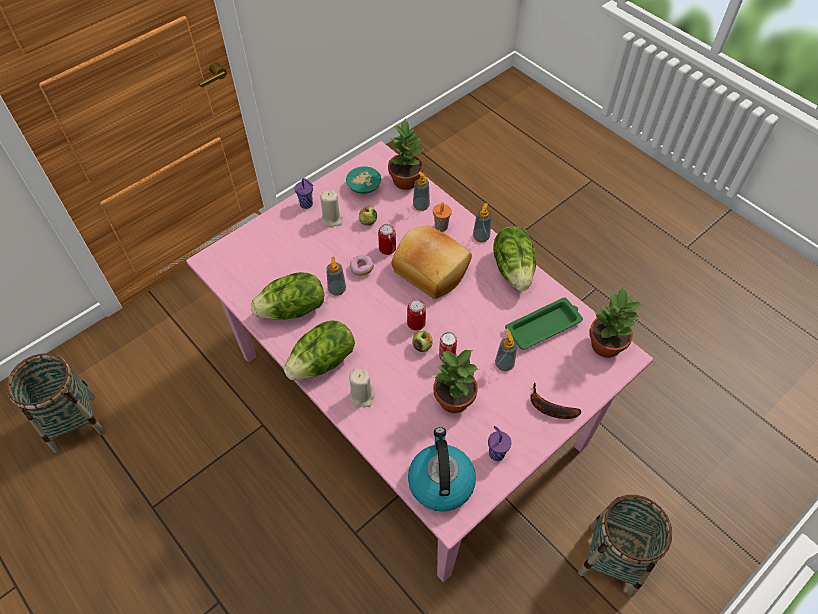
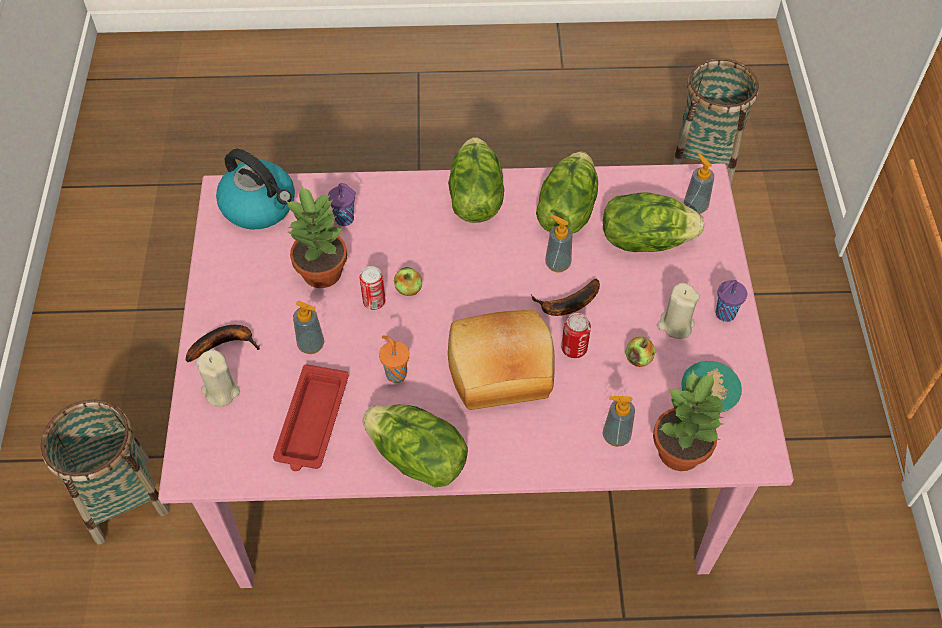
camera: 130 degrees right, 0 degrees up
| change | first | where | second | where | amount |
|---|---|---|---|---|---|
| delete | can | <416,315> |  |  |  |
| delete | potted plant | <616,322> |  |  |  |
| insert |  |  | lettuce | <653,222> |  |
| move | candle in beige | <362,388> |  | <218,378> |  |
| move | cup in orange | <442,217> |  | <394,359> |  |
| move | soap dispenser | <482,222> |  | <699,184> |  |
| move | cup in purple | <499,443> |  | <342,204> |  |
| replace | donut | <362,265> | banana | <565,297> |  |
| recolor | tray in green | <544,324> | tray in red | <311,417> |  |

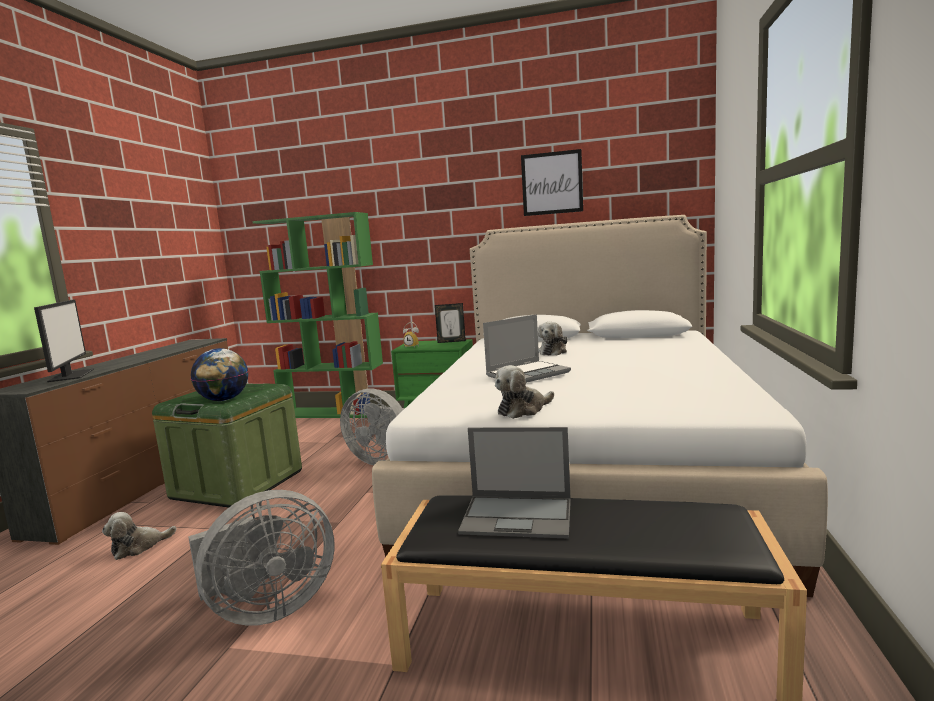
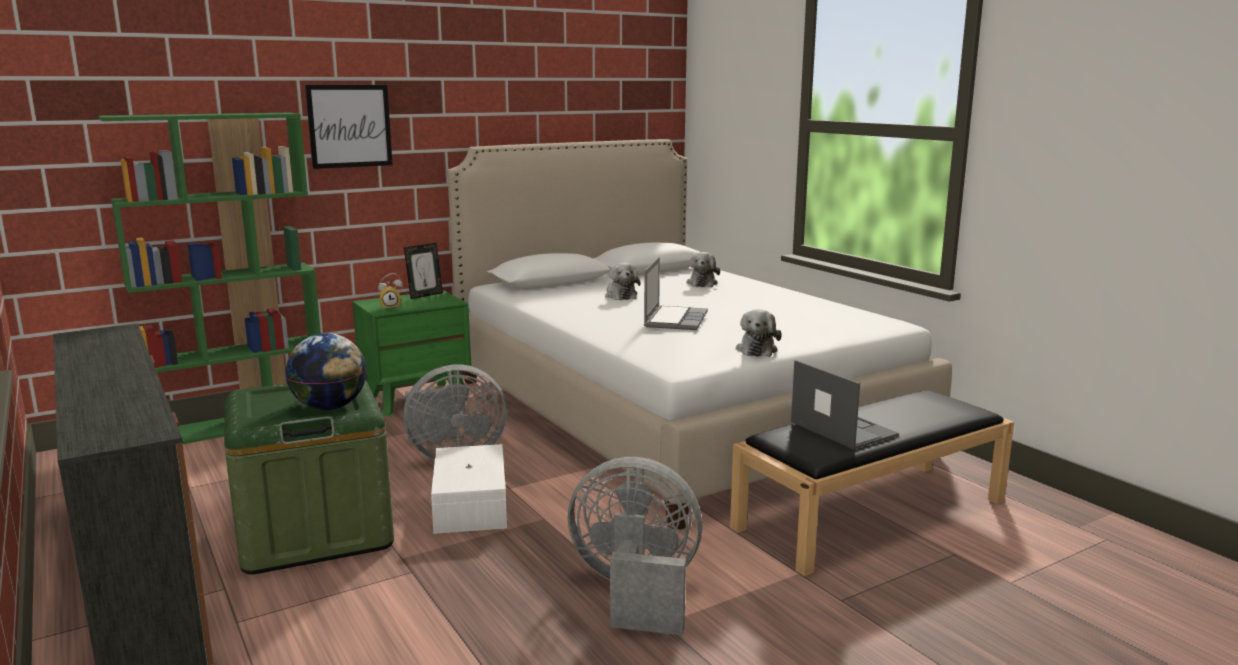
camera: 45 degrees left, 5 degrees up
| change | first | where | second | where | amount |
|---|---|---|---|---|---|
| delete | monitor | <64,340> |  |  |  |
| insert |  |  | storage box in white | <469,489> |  |
| move | plush toy | <139,536> |  | <703,269> |  |
| move | picture | <552,182> |  | <349,127> |  |
| rotate | fan in grey | <261,558> |  | <635,546> | 90 degrees counterclockwise |
| rotate | laptop | <514,483> |  | <845,405> | 90 degrees counterclockwise |

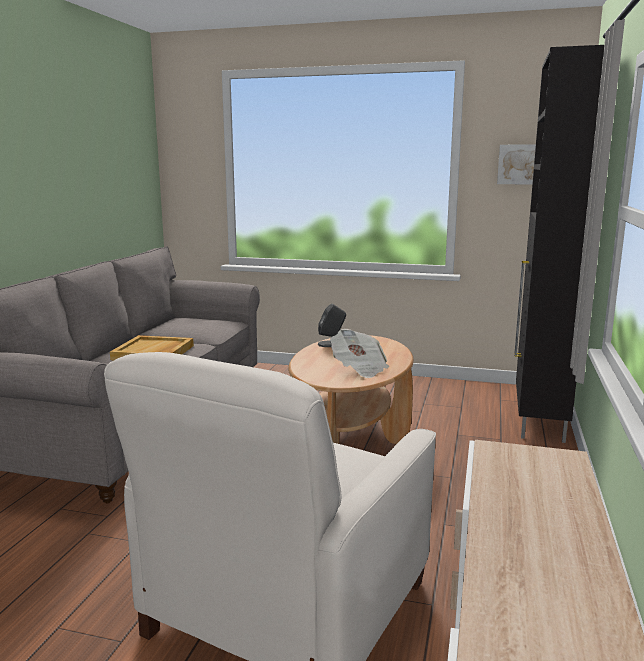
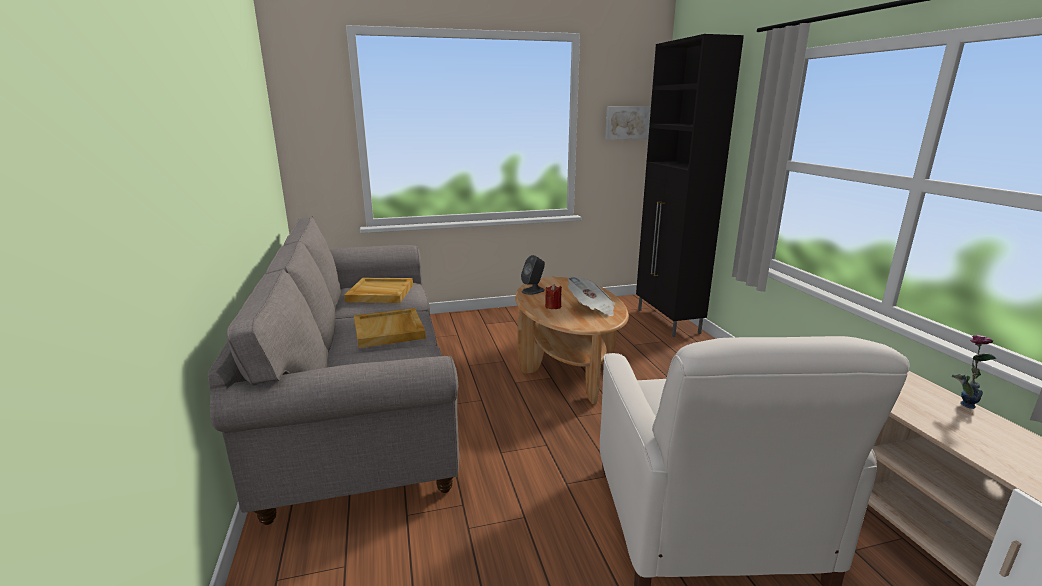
camera: 30 degrees left, 5 degrees up
| change | first | where | second | where | amount |
|---|---|---|---|---|---|
| insert |  |  | tray in beige | <378,290> |  |
| insert |  |  | candle in red | <553,296> |  |
| insert |  |  | vase | <974,372> |  |

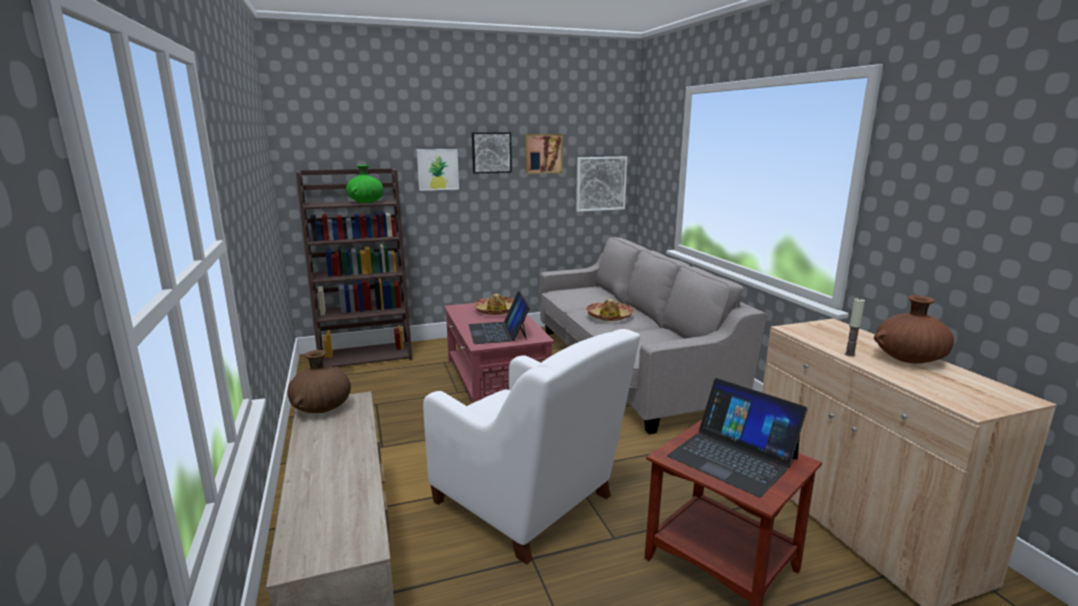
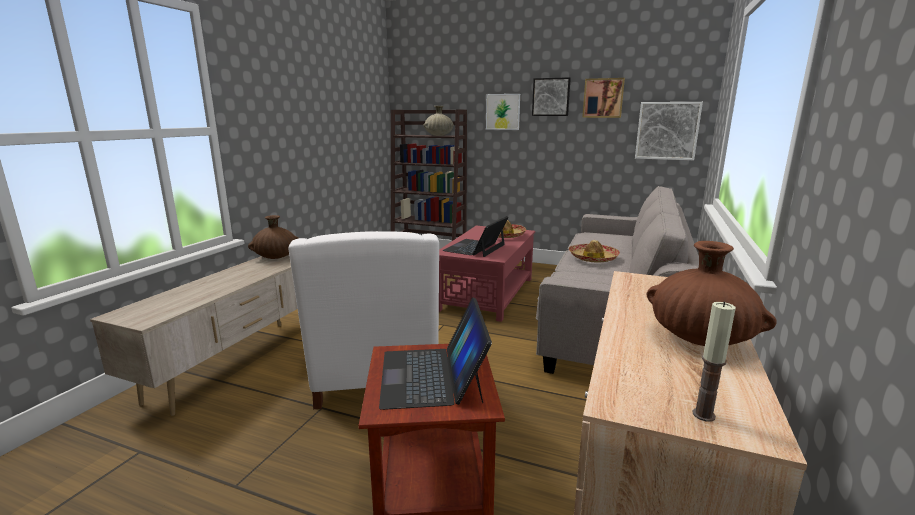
camera: 40 degrees right, 0 degrees up
| change | first | where | second | where | amount |
|---|---|---|---|---|---|
| move | candle | <854,327> |  | <714,362> |  |
| recolor | vase in green | <365,184> | vase in beige | <439,121> |  |

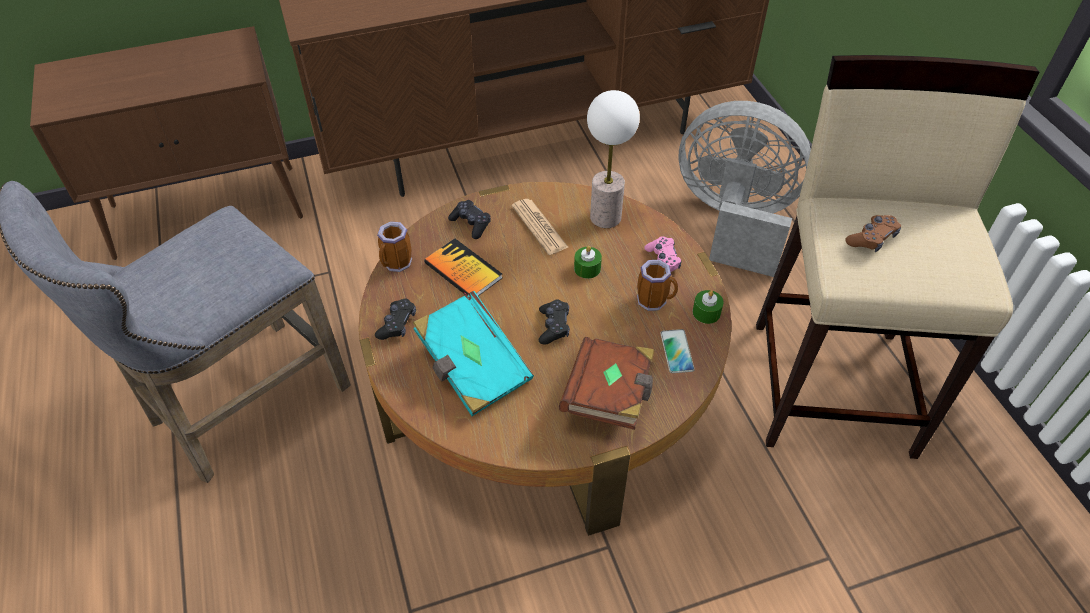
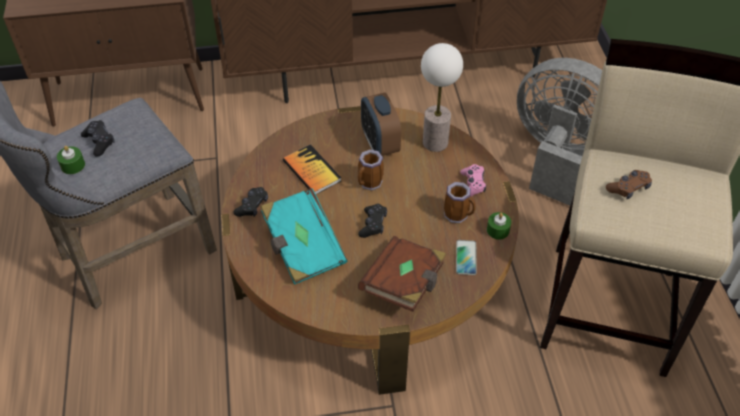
camera: 10 degrees right, 0 degrees up
| change | first | where | second | where | amount |
|---|---|---|---|---|---|
| move | mug | <394,246> |  | <371,170> |  |
| move | game controller in black | <469,219> |  | <98,138> |  |
| move | candle in green | <588,262> |  | <71,160> |  |
| replace | newspaper | <540,227> | alarm clock | <381,124> |  |

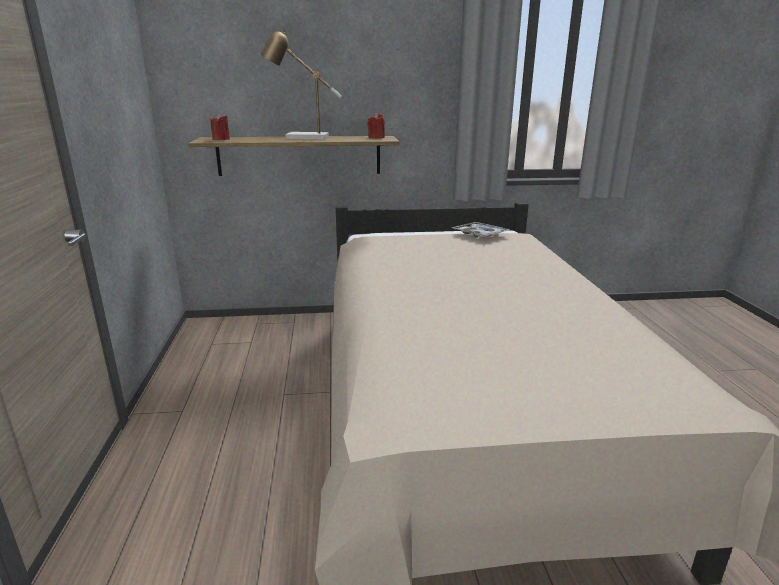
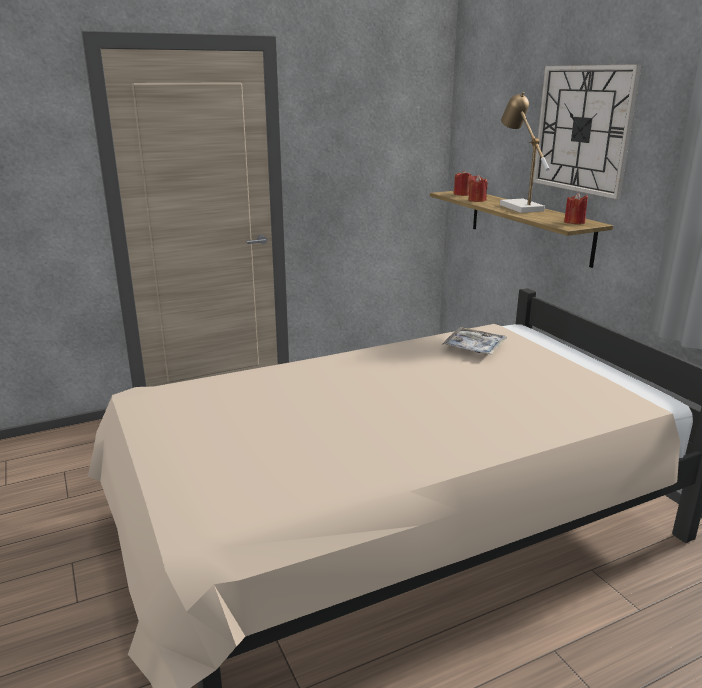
camera: 70 degrees right, 0 degrees up
| change | first | where | second | where | amount |
|---|---|---|---|---|---|
| insert |  |  | candle in red | <478,188> |  |
| insert |  |  | wall clock | <587,131> |  |
| move | tray | <481,229> |  | <474,341> |  |

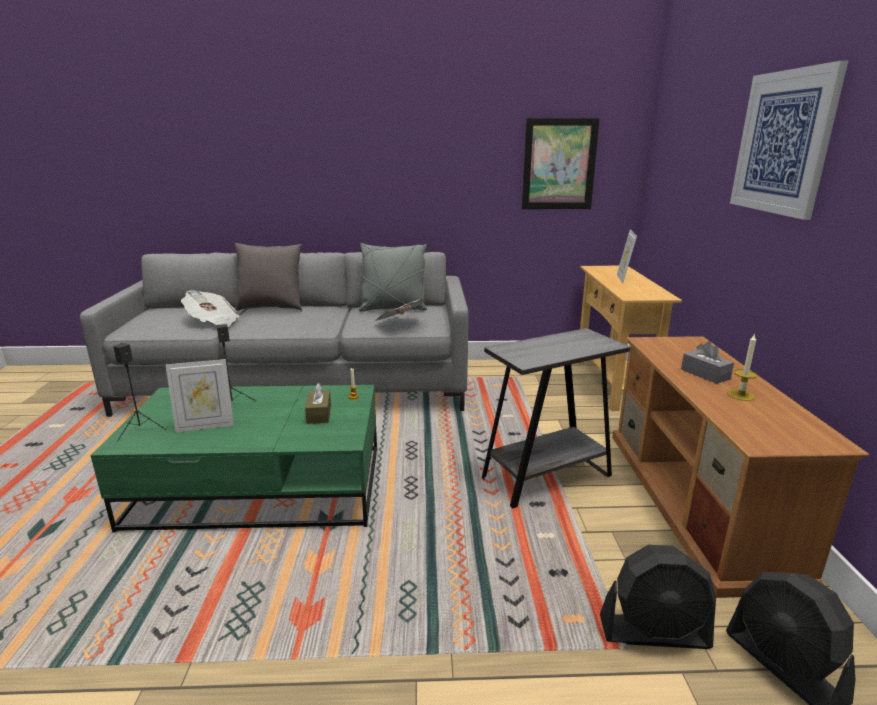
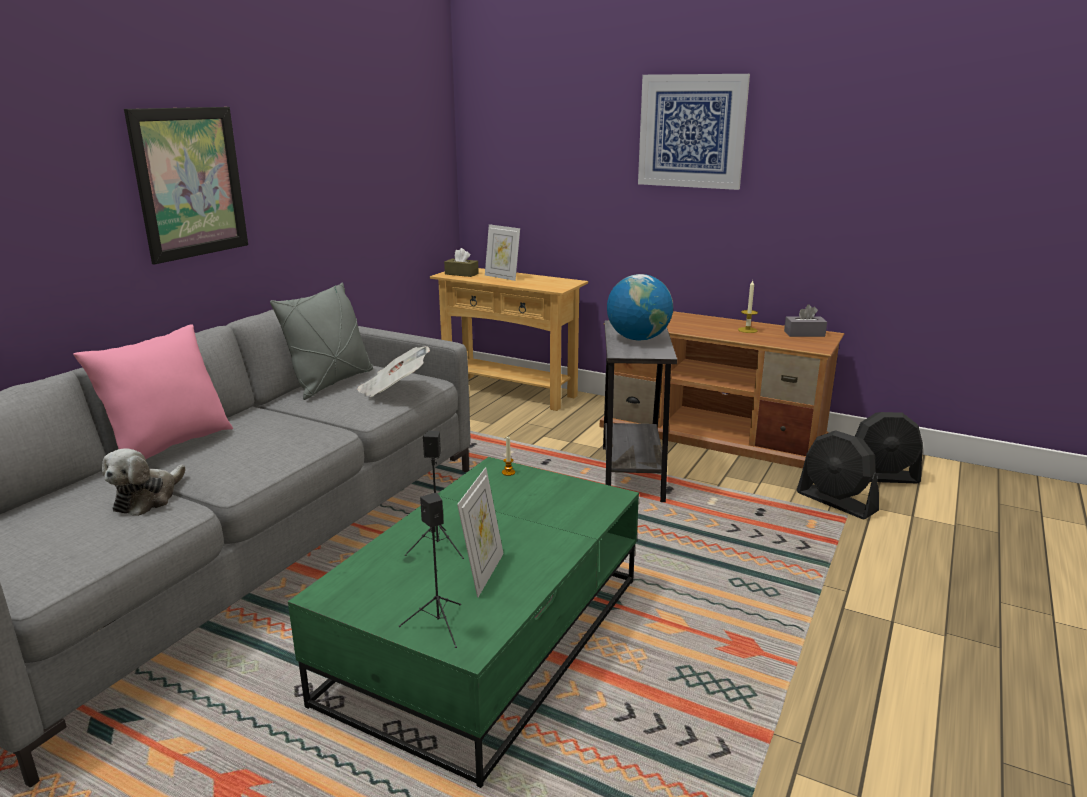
camera: 60 degrees left, 0 degrees up
| change | first | where | second | where | amount |
|---|---|---|---|---|---|
| insert |  |  | globe | <640,307> |  |
| move | tissue box in brown | <318,403> |  | <461,262> |  |
| move | picture | <561,163> |  | <186,185> |  |
| move | tissue box in grey | <707,362> |  | <805,320> |  |
| replace | newspaper | <210,308> | plush toy | <144,482> |  |
| recolor | pillow in grey | <268,277> | pillow in pink | <153,391> |  |
| rotate | fan in black | <658,597> |  | <838,474> | 105 degrees clockwise |

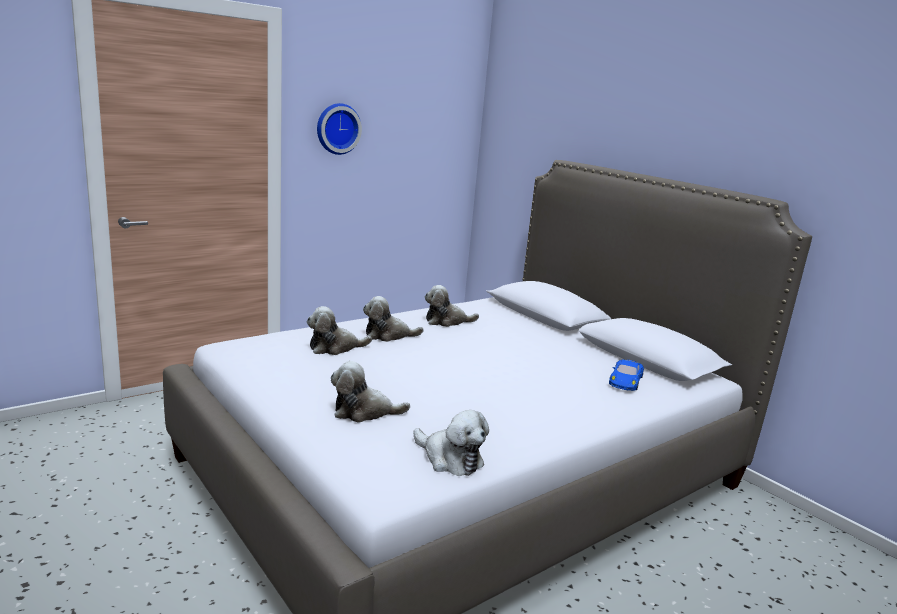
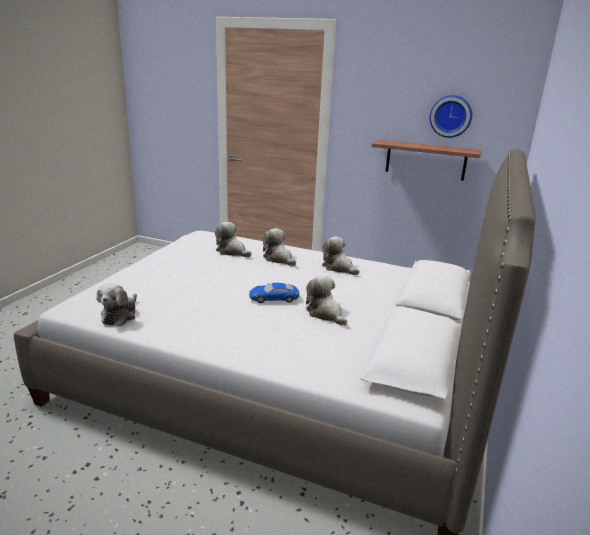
camera: 60 degrees right, 5 degrees up
| change | first | where | second | where | amount |
|---|---|---|---|---|---|
| insert |  |  | shelf | <427,160> |  |
| move | wall clock | <339,129> |  | <451,116> |  |
| move | plush toy | <370,392> |  | <326,300> |  |
| move | toy car in blue | <626,375> |  | <274,293> |  |

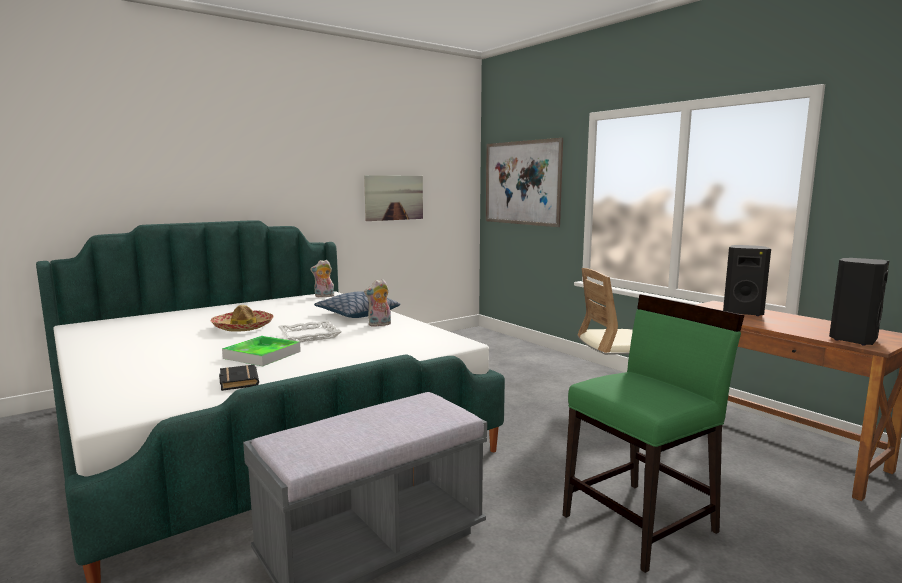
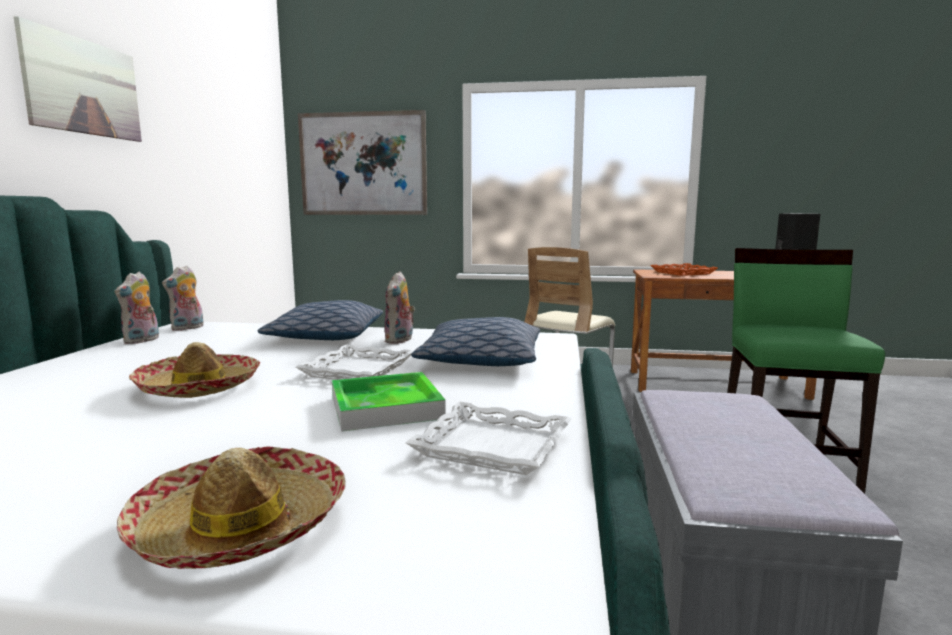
camera: 45 degrees left, 0 degrees up
| change | first | where | second | where | amount |
|---|---|---|---|---|---|
| insert |  |  | plush toy | <137,308> |  |
| insert |  |  | hat | <231,508> |  |
| insert |  |  | pillow | <475,341> |  |
| move | picture | <393,198> |  | <78,79> |  |
| replace | book in black | <239,378> | tray in white | <488,438> |  |
| replace | speaker in black | <747,280> | tray in orange | <684,269> |  |

